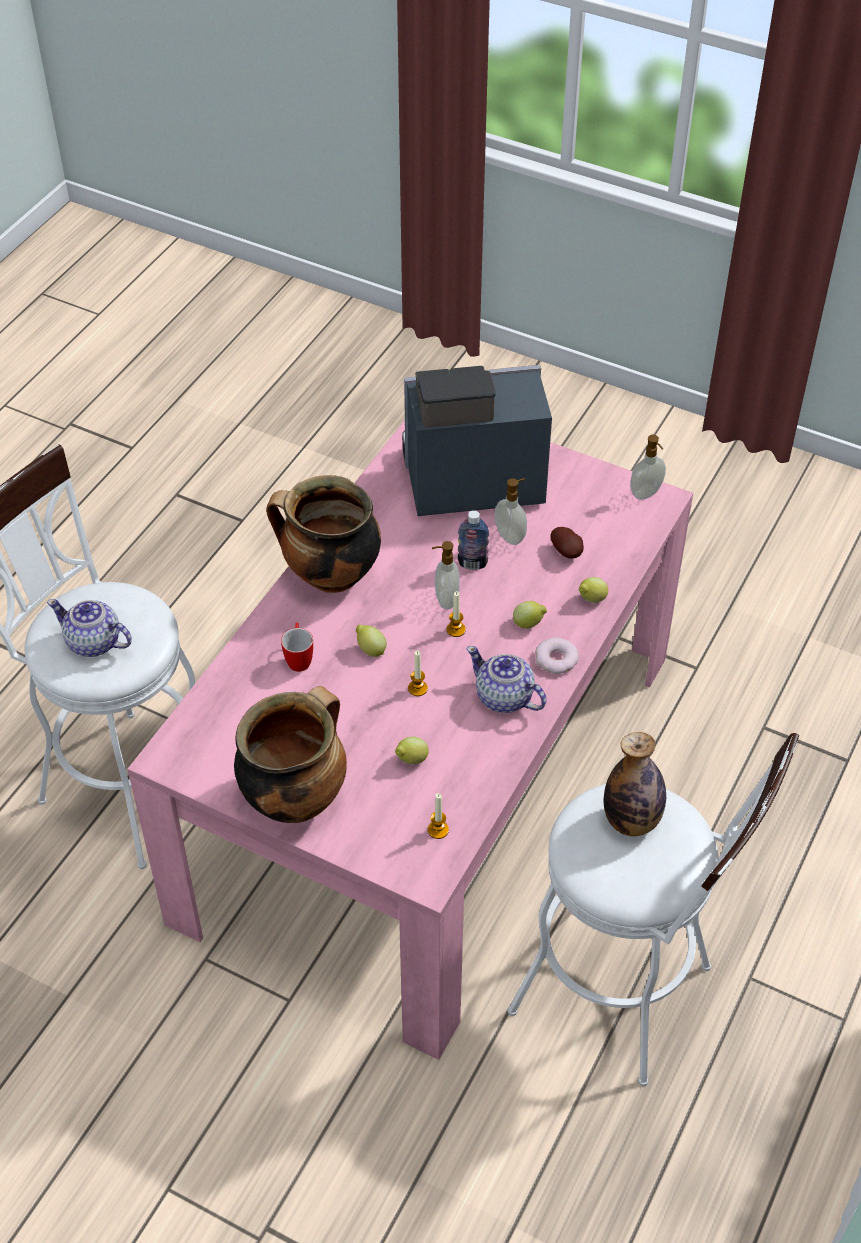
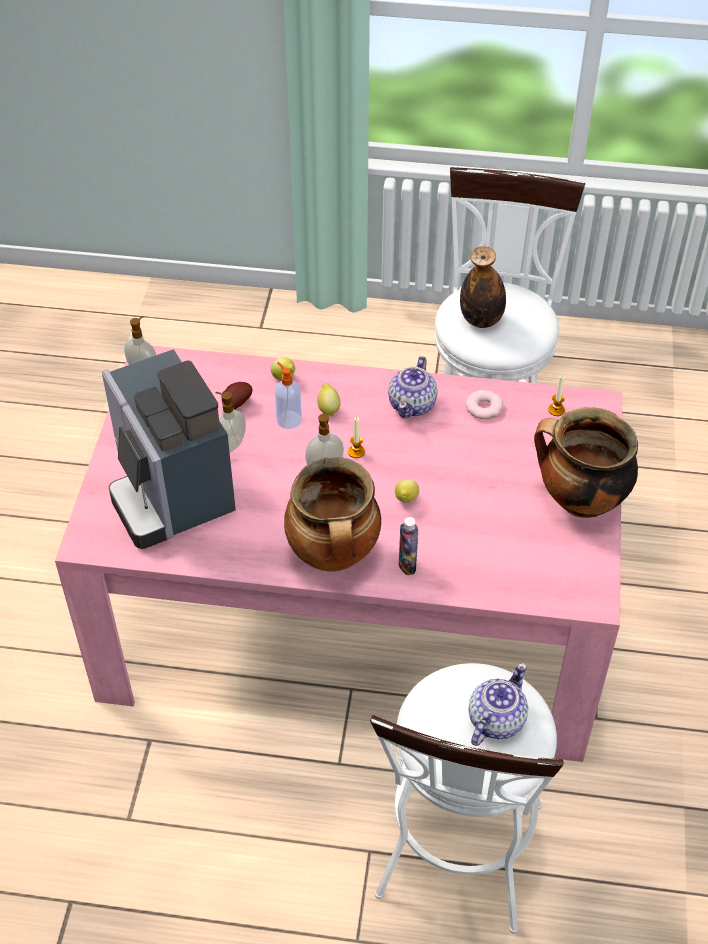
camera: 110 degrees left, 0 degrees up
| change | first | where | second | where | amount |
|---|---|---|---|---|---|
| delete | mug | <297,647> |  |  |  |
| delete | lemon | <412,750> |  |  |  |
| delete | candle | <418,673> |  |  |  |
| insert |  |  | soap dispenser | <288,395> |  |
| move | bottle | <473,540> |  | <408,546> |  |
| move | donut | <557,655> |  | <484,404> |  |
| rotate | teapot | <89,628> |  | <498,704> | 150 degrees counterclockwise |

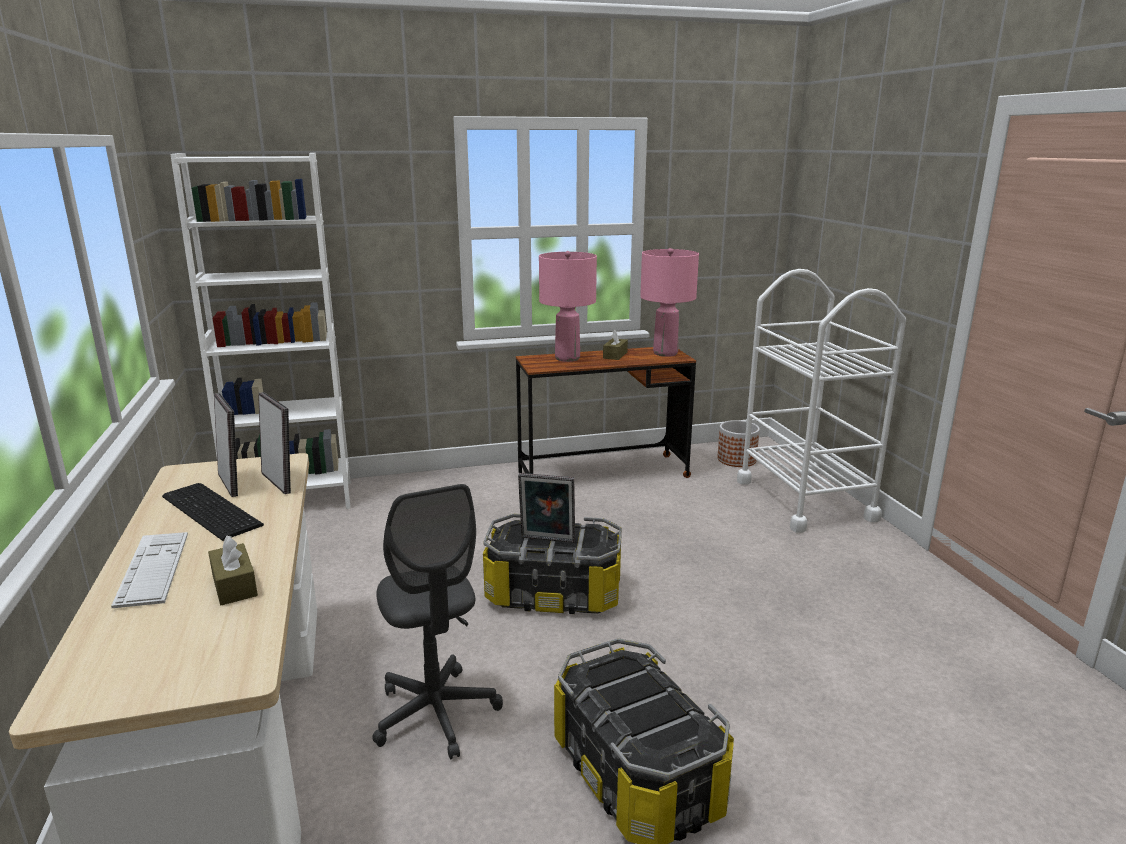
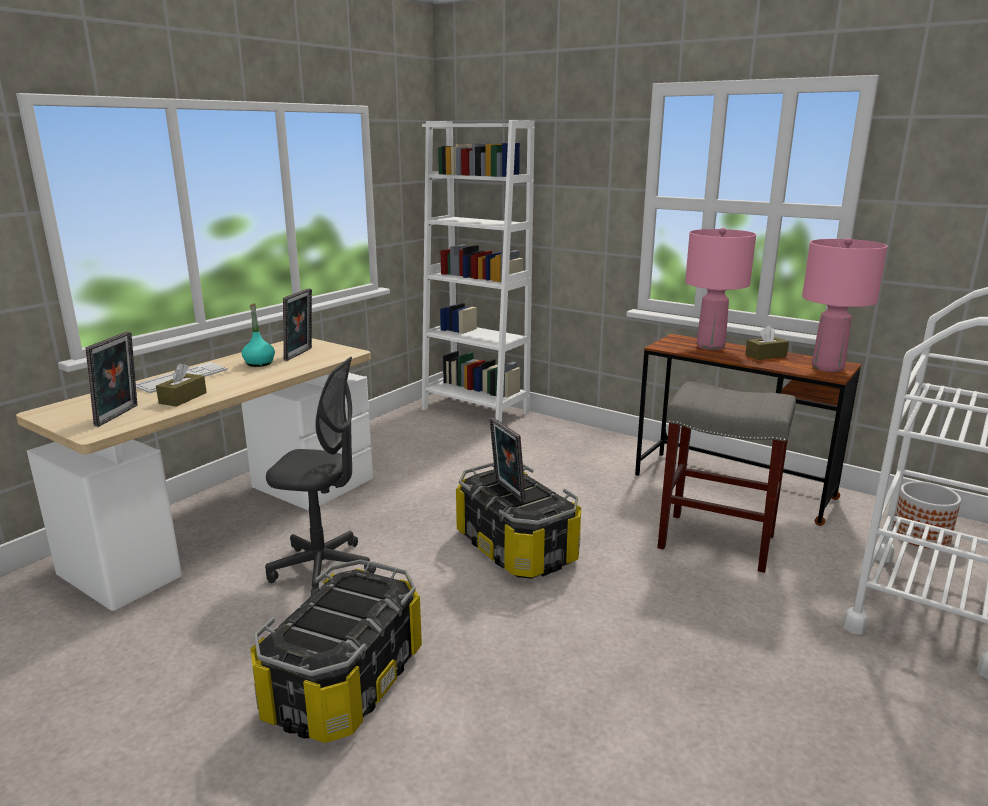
camera: 50 degrees right, 0 degrees up
| change | first | where | second | where | amount |
|---|---|---|---|---|---|
| insert |  |  | stool in grey | <727,477> |  |
| move | picture frame | <274,443> |  | <111,379> |  |
| replace | keyboard | <213,512> | bottle in turquoise | <258,335> |  |
| rotate | office chair in grey | <437,621> |  | <320,476> | 105 degrees counterclockwise |

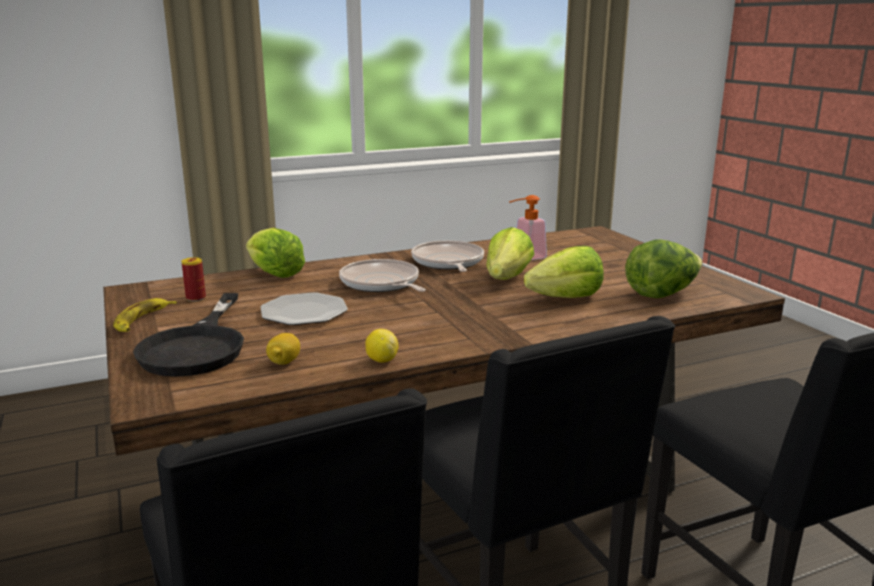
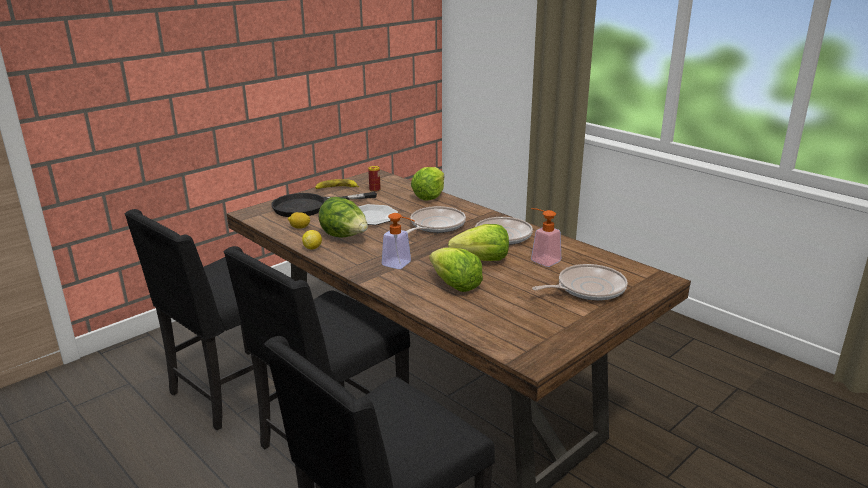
camera: 70 degrees right, 5 degrees up
| change | first | where | second | where | amount |
|---|---|---|---|---|---|
| insert |  |  | soap dispenser | <398,241> |  |
| insert |  |  | frying pan | <580,282> |  |
| move | lettuce | <664,268> |  | <343,217> |  |

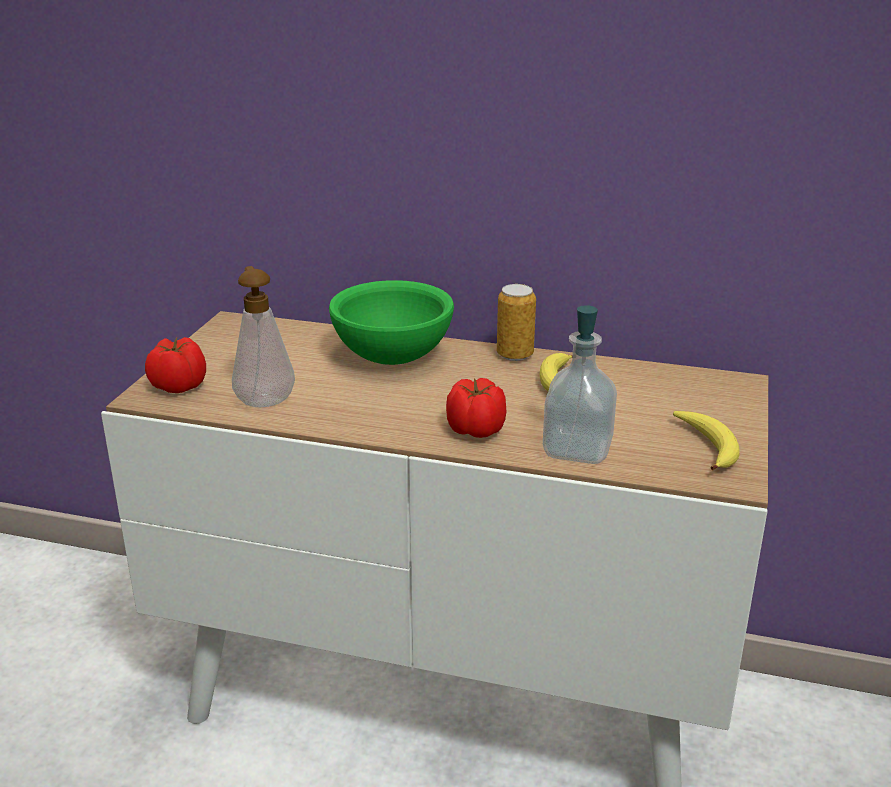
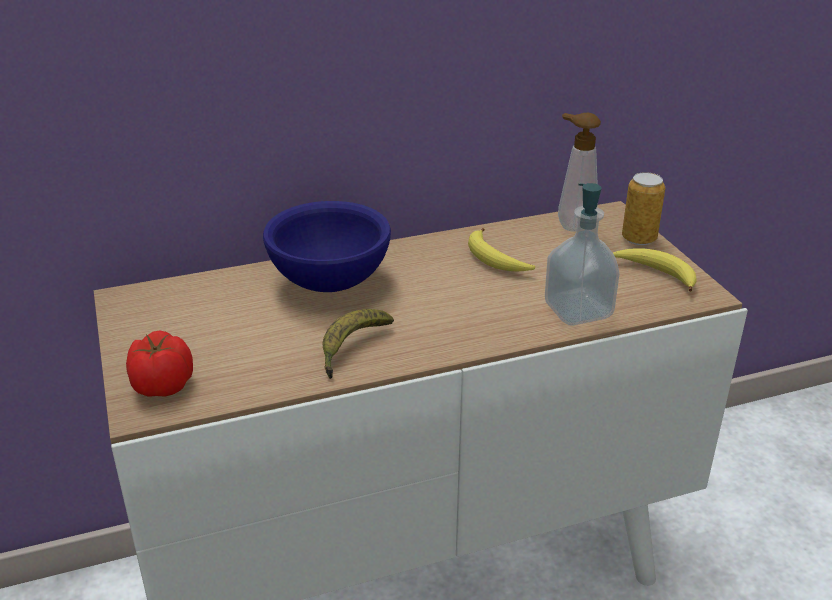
camera: 35 degrees left, 5 degrees up
| change | first | where | second | where | amount |
|---|---|---|---|---|---|
| delete | tomato | <476,408> |  |  |  |
| insert |  |  | banana | <358,344> |  |
| move | soap dispenser | <263,336> |  | <579,172> |  |
| move | can | <516,322> |  | <643,208> |  |
| recolor | bowl in green | <391,322> | bowl in blue | <327,246> |  |

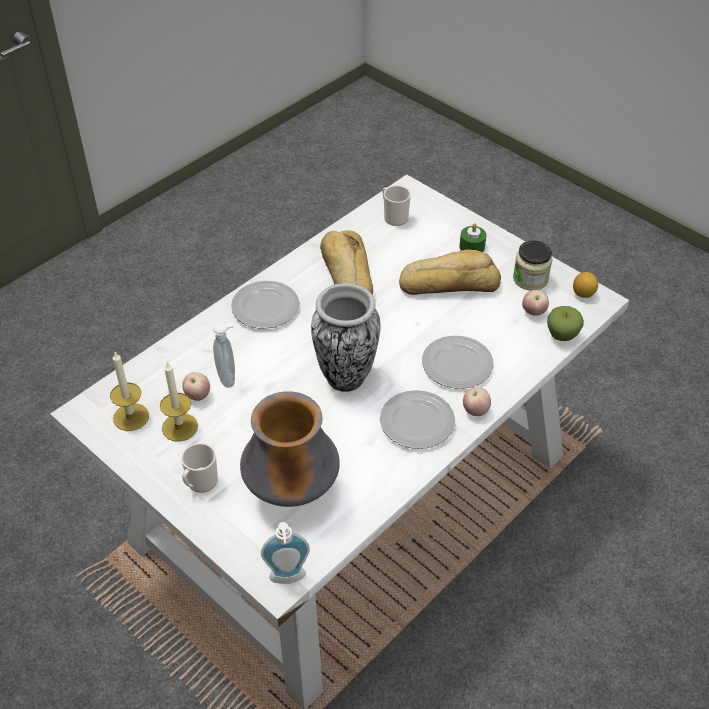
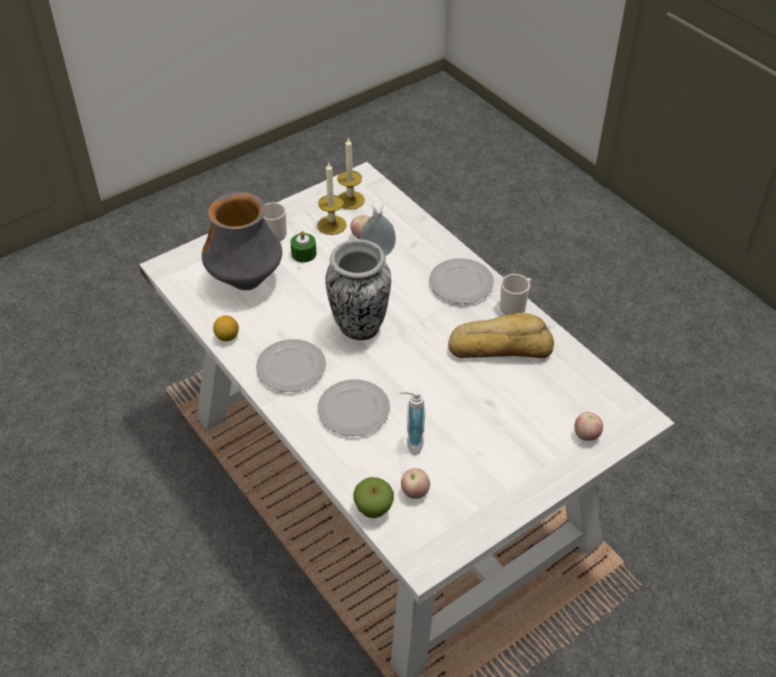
camera: 100 degrees right, 0 degrees up
| change | first | where | second | where | amount |
|---|---|---|---|---|---|
| delete | bread | <450,272> |  |  |  |
| delete | jar | <533,265> |  |  |  |
| move | soap dispenser | <285,553> |  | <412,422> |  |
| move | mug | <397,205> |  | <516,294> |  |
| move | candle in green | <472,237> |  | <303,247> |  |
| move | apple | <477,401> |  | <589,426> |  |
| move | lemon | <585,285> |  | <226,328> |  |

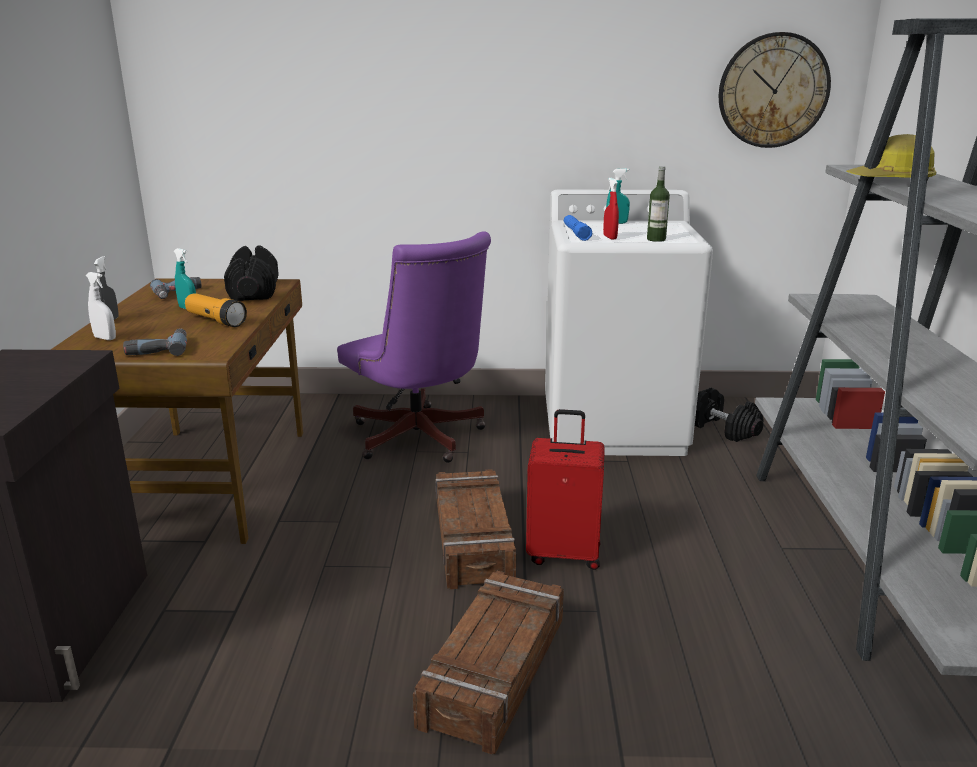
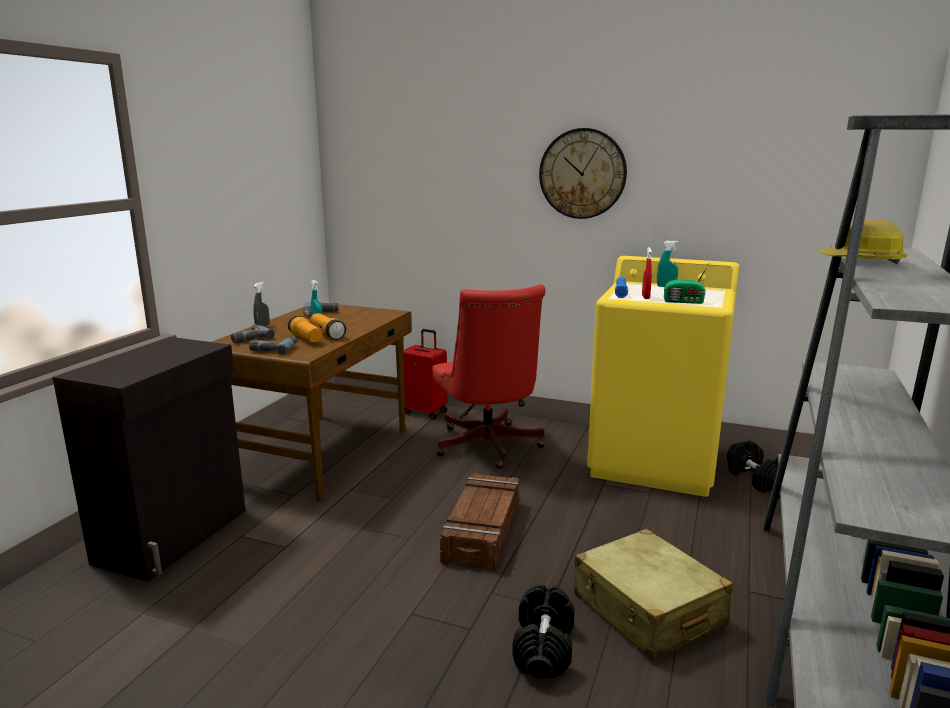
camera: 20 degrees right, 5 degrees down
| change | first | where | second | where | amount |
|---|---|---|---|---|---|
| delete | crate | <488,662> |  |  |  |
| insert |  |  | flashlight | <305,329> |  |
| insert |  |  | suitcase in beige | <653,595> |  |
| move | dumbbell in black | <251,273> |  | <543,632> |  |
| move | suitcase in red | <565,489> |  | <425,374> |  |
| move | wall clock | <775,90> |  | <583,173> |  |
| replace | spray bottle in white | <101,306> | power drill | <253,333> |  |
| replace | bottle | <658,204> | radio | <686,284> |  |
| recolor | office chair in purple | <414,347> | office chair in red | <489,377> |  |
| recolor | washing machine in white | <629,322> | washing machine in yellow | <663,376> |  |

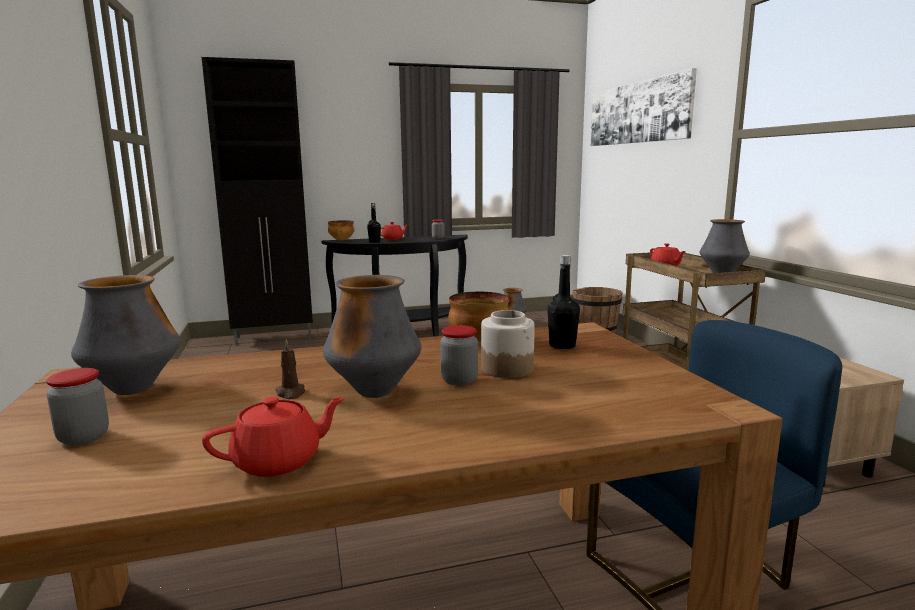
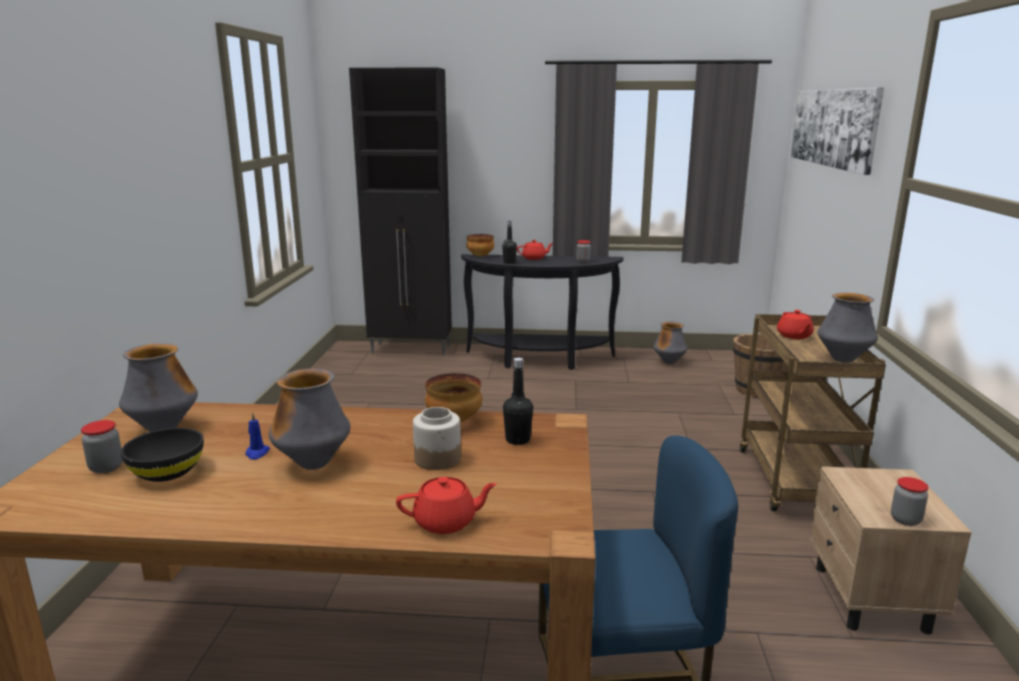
camera: 20 degrees right, 5 degrees up
| change | first | where | second | where | amount |
|---|---|---|---|---|---|
| insert |  |  | bowl in black | <162,455> |  |
| move | teapot in red | <273,437> |  | <446,505> |  |
| move | jar | <459,355> |  | <910,501> |  |
| recolor | candle in brown | <290,369> | candle in blue | <257,436> |  |

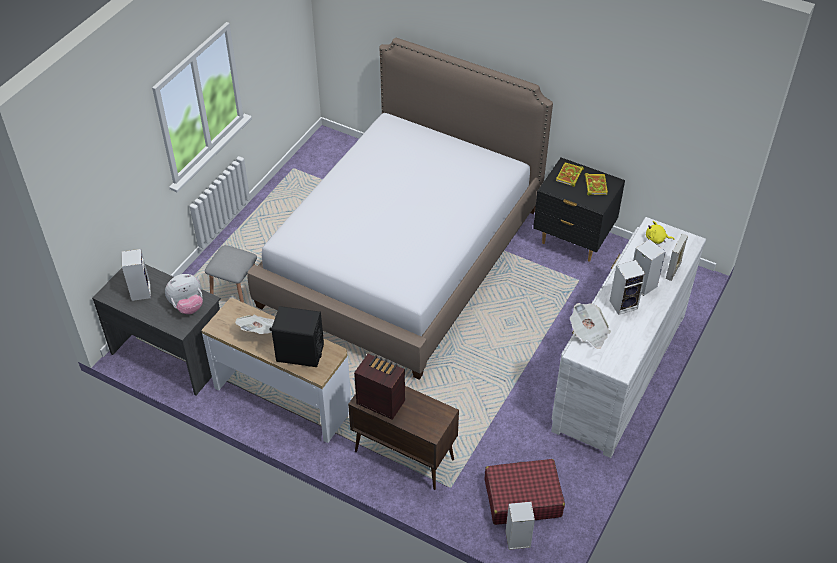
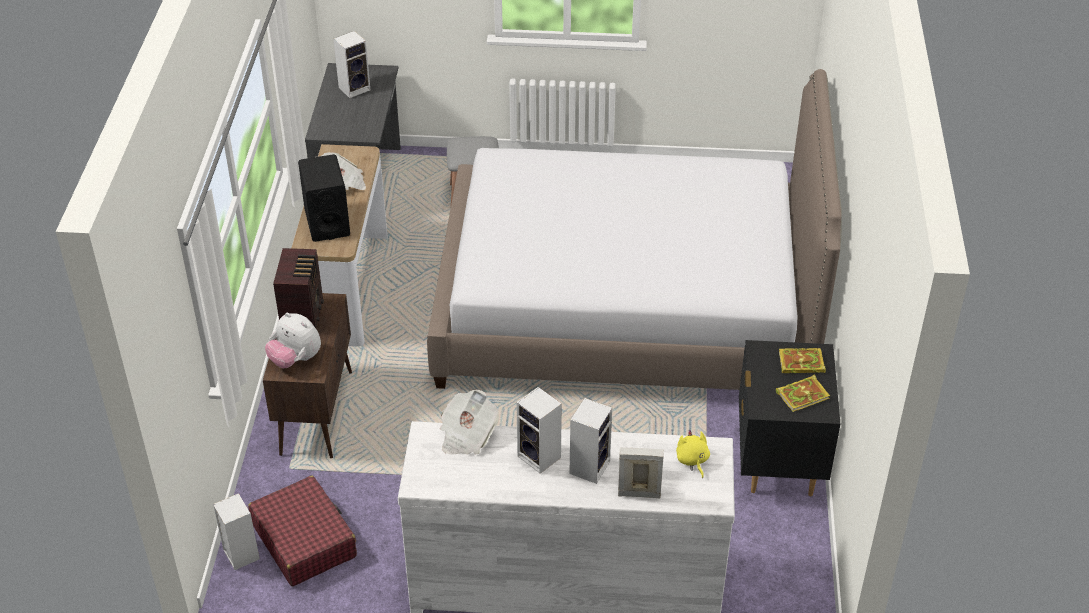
camera: 65 degrees right, 5 degrees down
| change | first | where | second | where | amount |
|---|---|---|---|---|---|
| move | plush toy | <184,294> |  | <293,340> |  |

